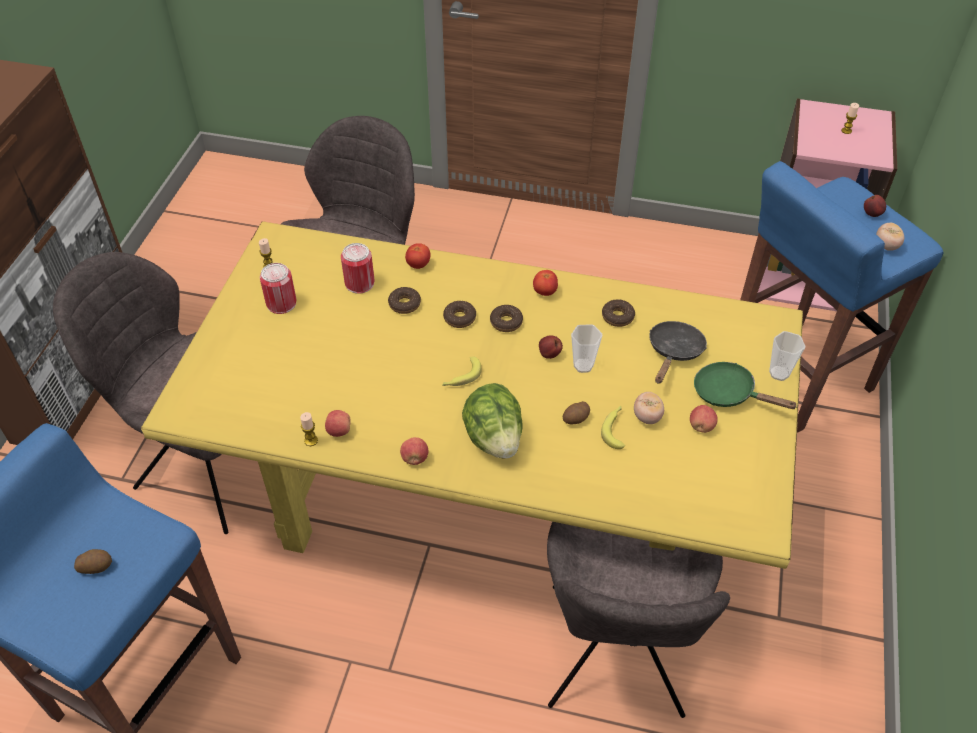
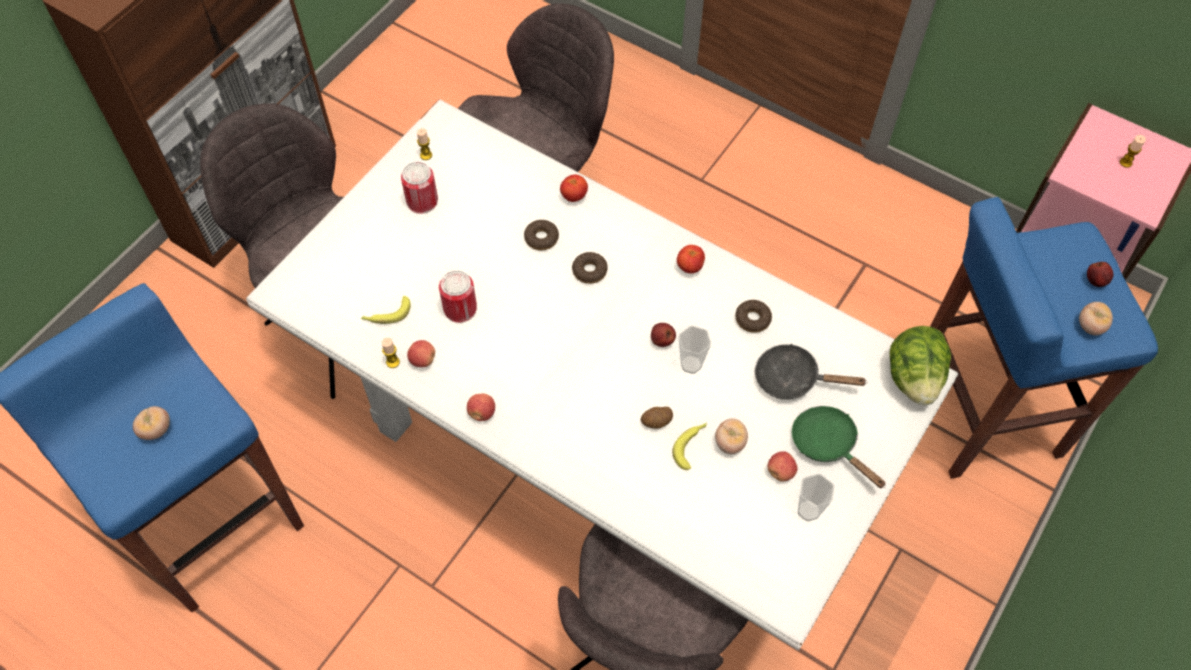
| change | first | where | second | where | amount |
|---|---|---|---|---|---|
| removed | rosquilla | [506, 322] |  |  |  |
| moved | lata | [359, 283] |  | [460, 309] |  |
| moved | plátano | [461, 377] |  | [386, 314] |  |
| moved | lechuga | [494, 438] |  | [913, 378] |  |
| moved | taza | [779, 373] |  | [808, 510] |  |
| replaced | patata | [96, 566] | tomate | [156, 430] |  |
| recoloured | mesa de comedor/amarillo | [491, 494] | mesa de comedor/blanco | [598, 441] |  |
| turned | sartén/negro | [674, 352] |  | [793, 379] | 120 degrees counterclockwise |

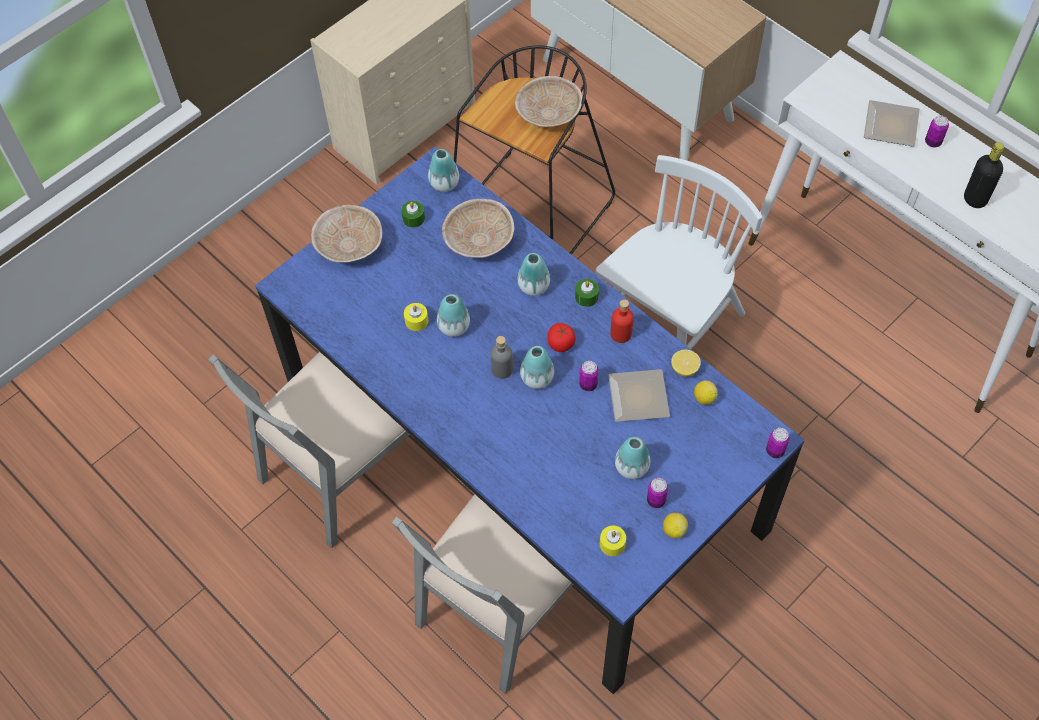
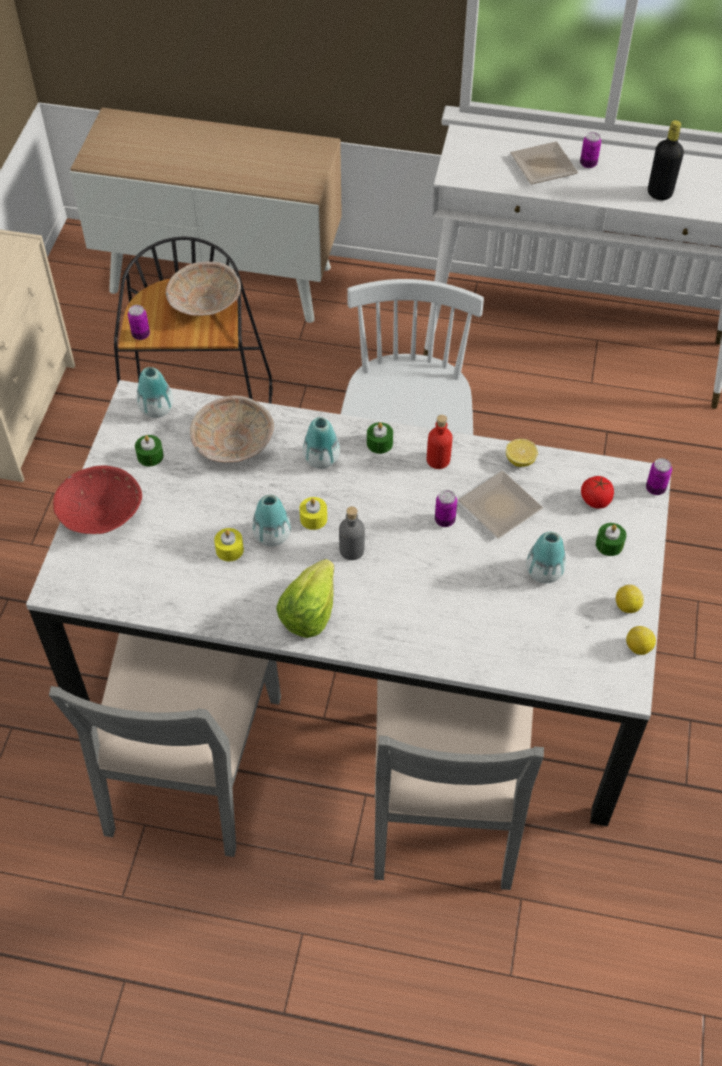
| change | first | where | second | where | amount |
|---|---|---|---|---|---|
| removed | florero | [537, 378] |  |  |  |
| added |  |  | lechuga | [309, 612] |  |
| added |  |  | vela/verde | [609, 544] |  |
| moved | tomate | [561, 343] |  | [595, 500] |  |
| moved | vela/amarillo | [612, 544] |  | [313, 518] |  |
| moved | lata | [656, 500] |  | [141, 335] |  |
| moved | limón | [704, 398] |  | [638, 647] |  |
| recoloured | mesa de comedor/azul | [524, 458] | mesa de comedor/blanco | [363, 659] |  |
| recoloured | cuenco/beis | [348, 244] | cuenco/rojo | [100, 513] |  |

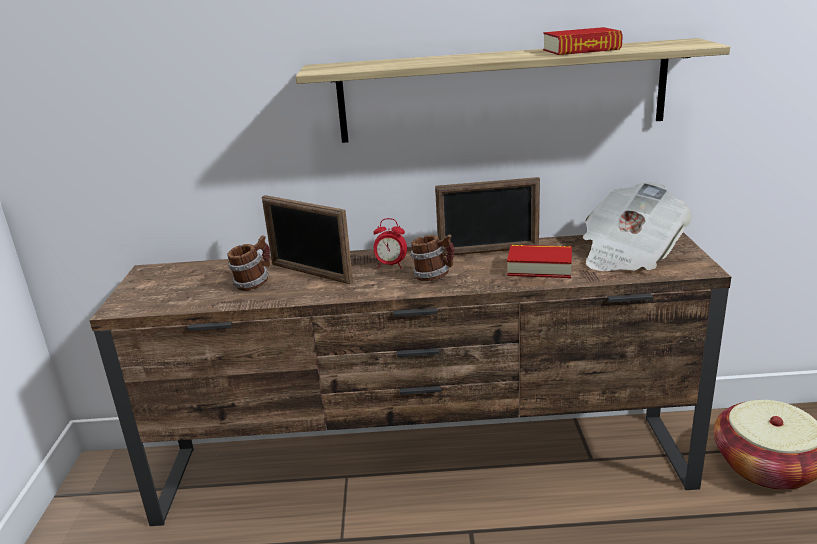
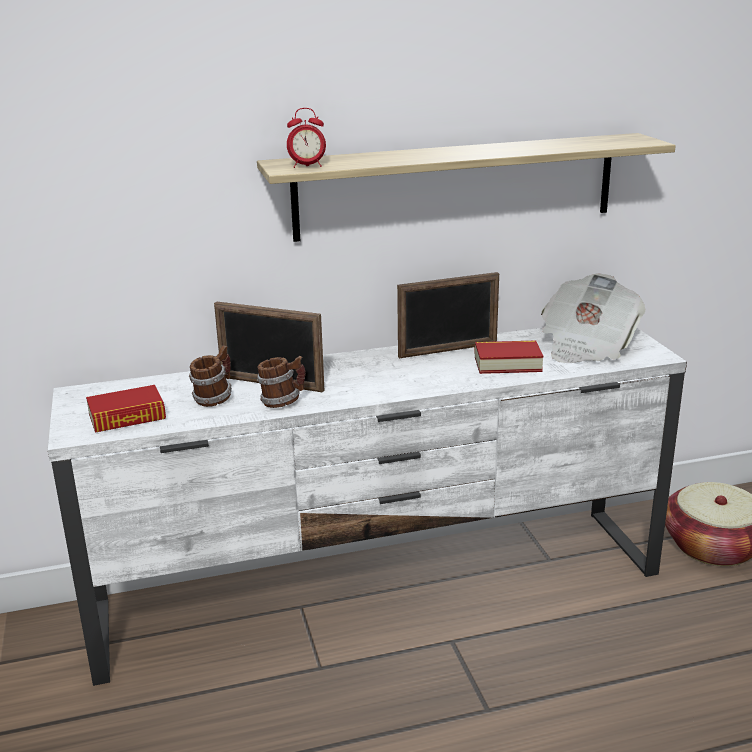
| change | first | where | second | where | amount |
|---|---|---|---|---|---|
| moved | despertador | [390, 265] |  | [307, 166] |  |
| moved | taza grande | [433, 277] |  | [283, 402] |  |
| moved | libro | [581, 50] |  | [127, 417] |  |
| recoloured | mueble de televisión/marrón | [424, 469] | mueble de televisión/blanco | [382, 589] |  |

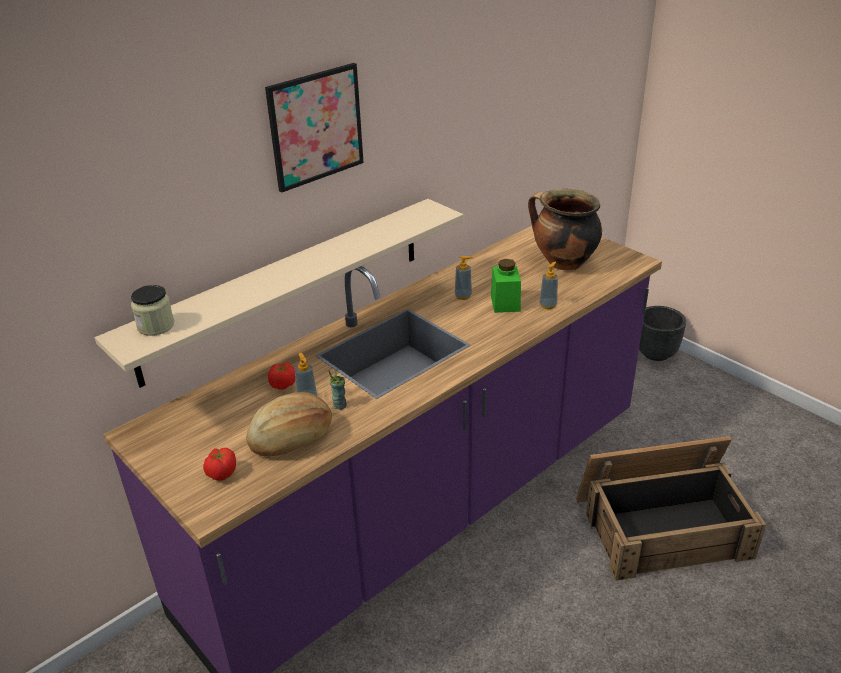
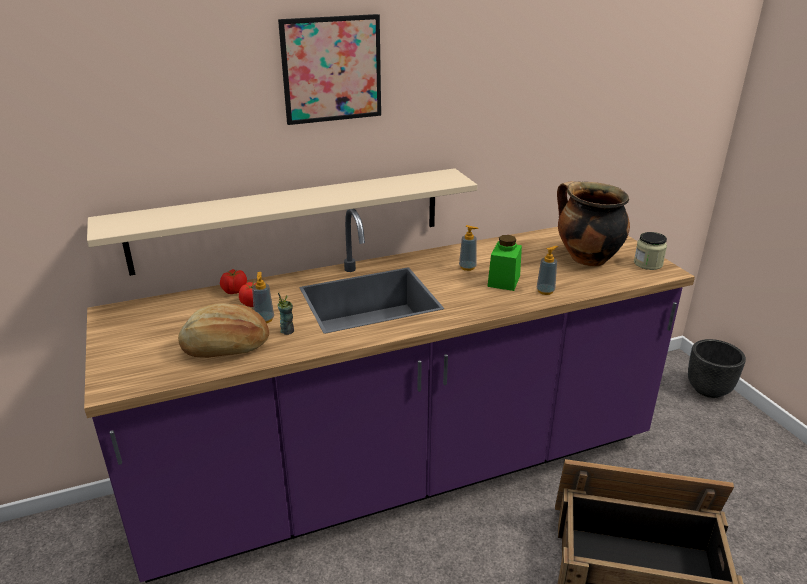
| change | first | where | second | where | amount |
|---|---|---|---|---|---|
| moved | tarro | [156, 326] |  | [648, 264] |  |
| moved | tomate | [222, 473] |  | [234, 291] |  |

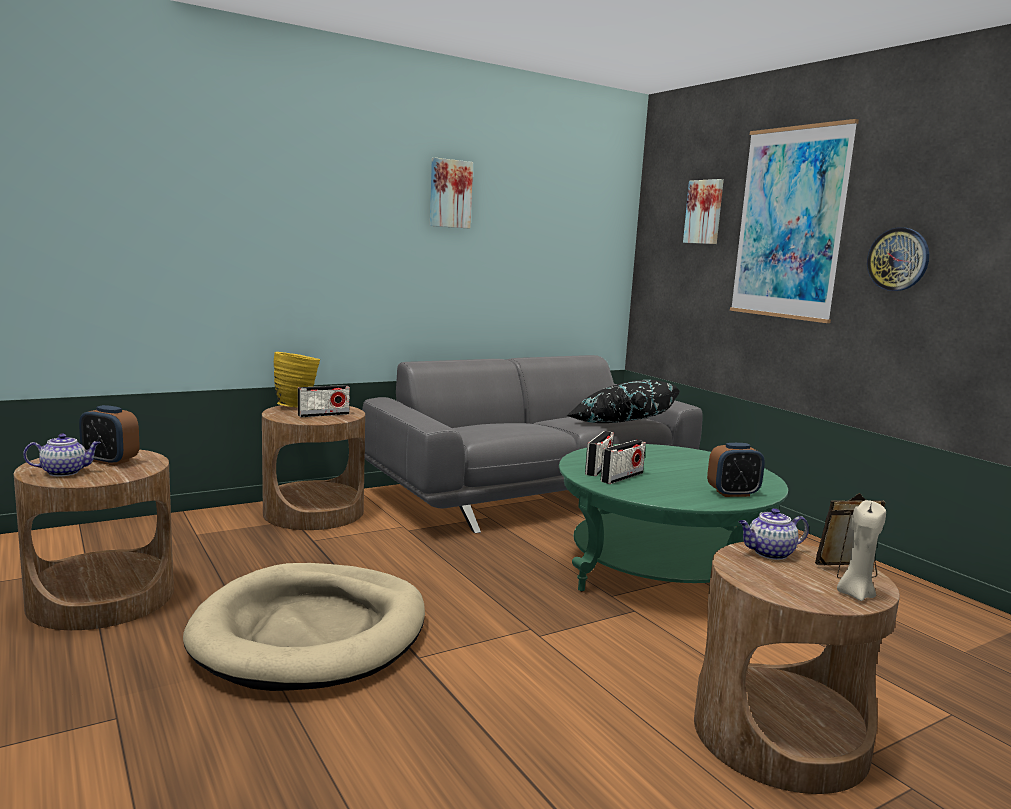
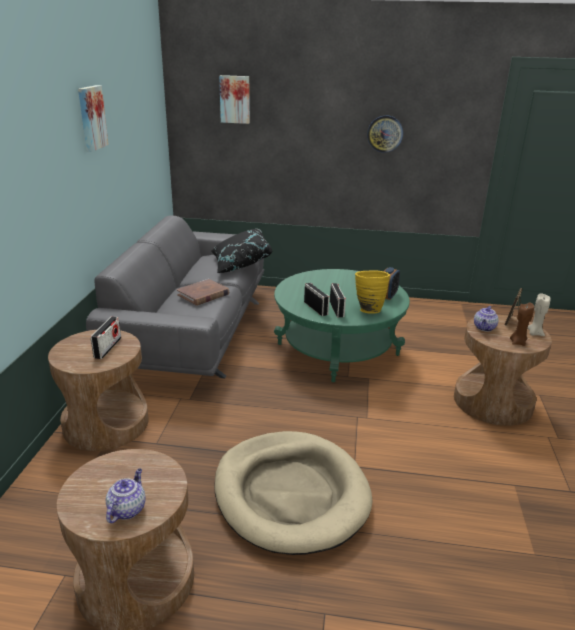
| change | first | where | second | where | amount |
|---|---|---|---|---|---|
| removed | despertador | [110, 461] |  |  |  |
| removed | cuadro | [790, 223] |  |  |  |
| added |  |  | libro/marrón | [203, 295] |  |
| added |  |  | vela/marrón | [518, 342] |  |
| moved | florero/amarillo | [297, 406] |  | [368, 309] |  |

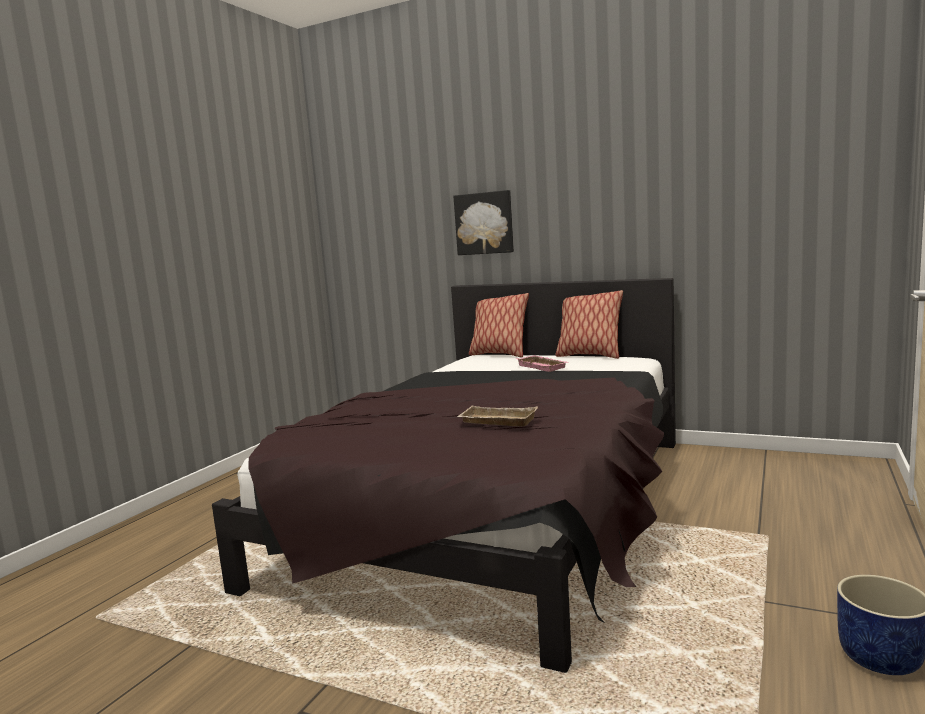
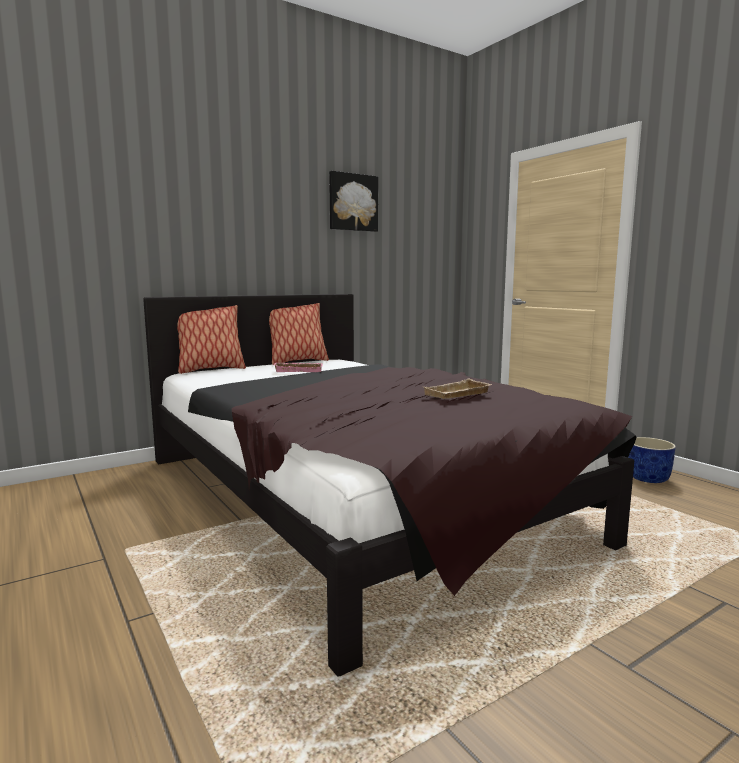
| change | first | where | second | where | amount |
|---|---|---|---|---|---|
| moved | cuadro | [484, 223] |  | [352, 202] |  |

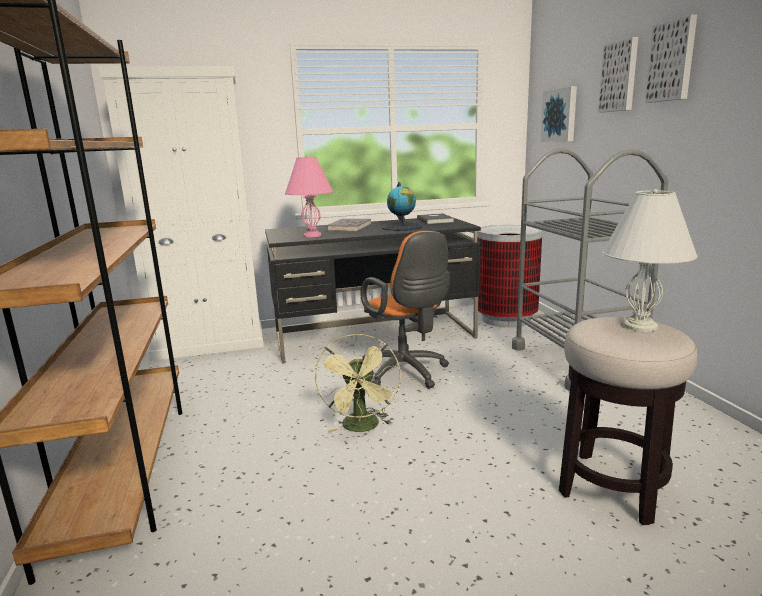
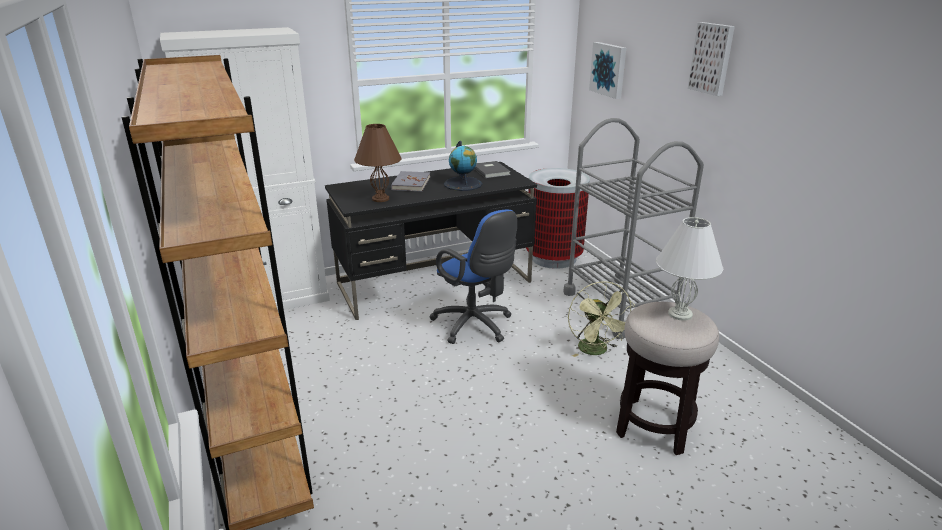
| change | first | where | second | where | amount |
|---|---|---|---|---|---|
| removed | cuadro | [620, 76] |  |  |  |
| moved | ventilador/verde | [362, 428] |  | [596, 351] |  |
| recoloured | lámpara de mesa/rosa | [311, 235] | lámpara de mesa/marrón | [380, 199] |  |
| recoloured | silla de oficina/naranja | [406, 373] | silla de oficina/azul | [475, 326] |  |

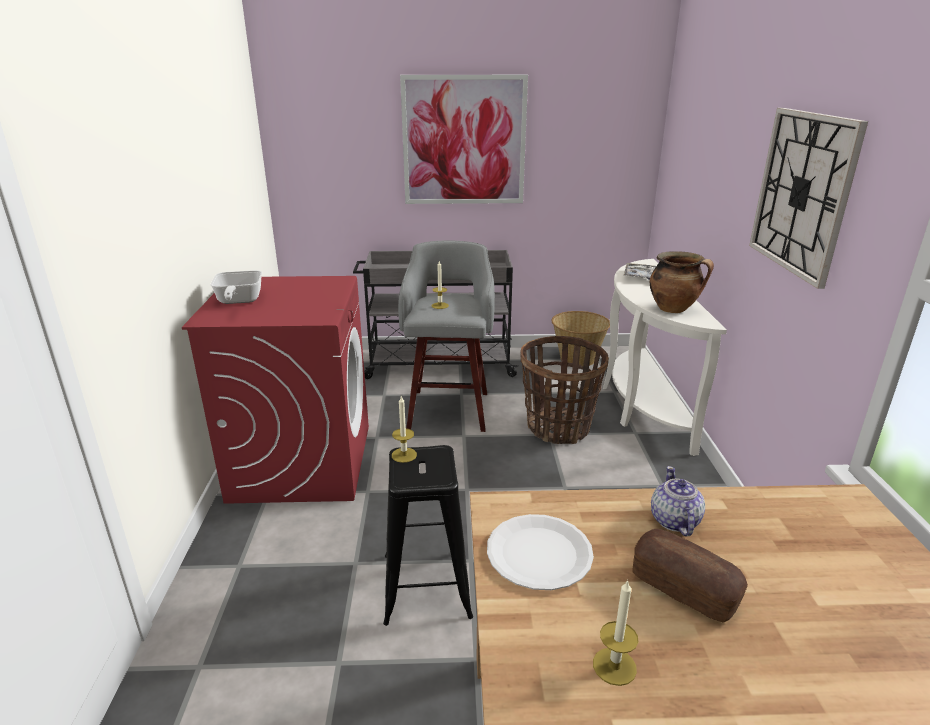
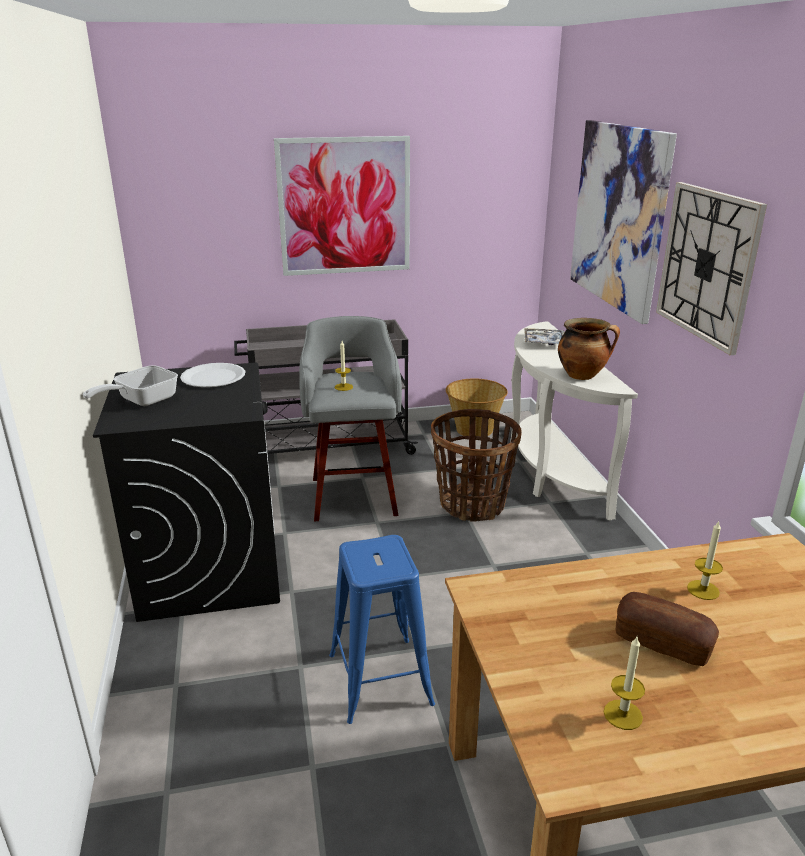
| change | first | where | second | where | amount |
|---|---|---|---|---|---|
| removed | tetera | [674, 521] |  |  |  |
| added |  |  | cuadro | [618, 217] |  |
| moved | vela | [404, 455] |  | [703, 590] |  |
| moved | plato/blanco | [539, 553] |  | [213, 377] |  |
| recoloured | lavadora/rojo | [302, 461] | lavadora/negro | [210, 567] |  |
| recoloured | taburete/negro | [426, 585] | taburete/azul | [380, 679] |  |
| turned | sartén | [238, 301] |  | [141, 401] | 60 degrees clockwise |

